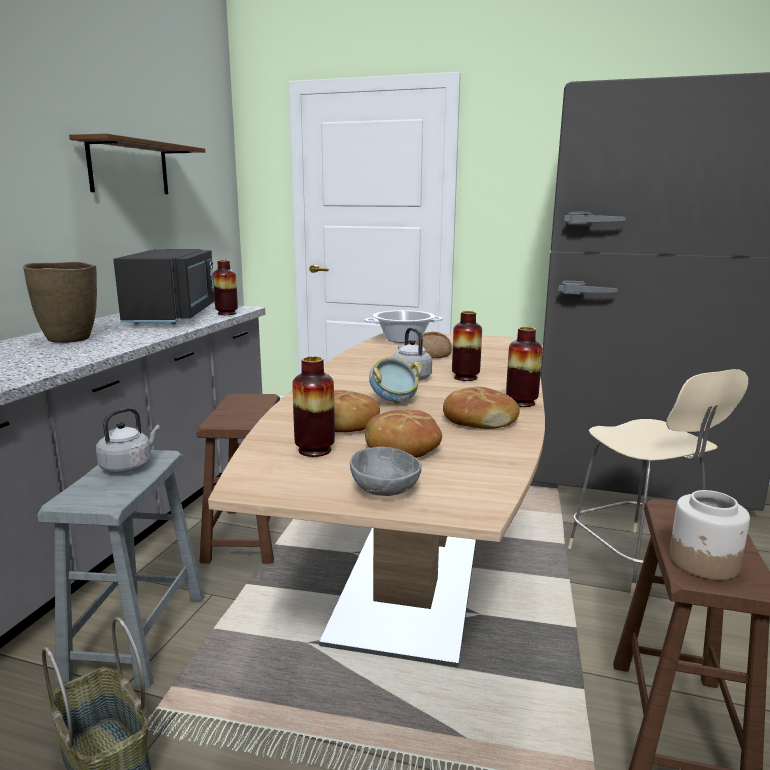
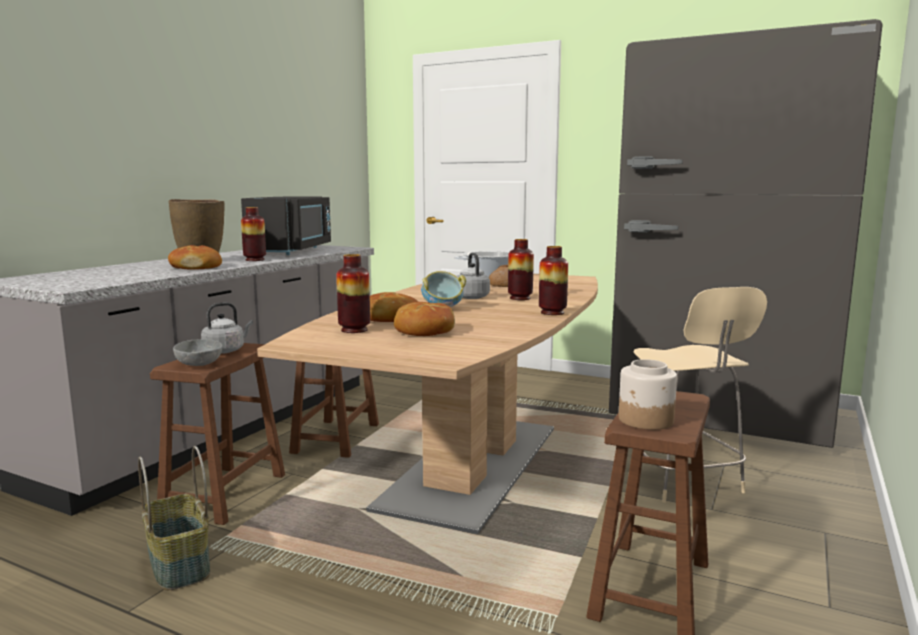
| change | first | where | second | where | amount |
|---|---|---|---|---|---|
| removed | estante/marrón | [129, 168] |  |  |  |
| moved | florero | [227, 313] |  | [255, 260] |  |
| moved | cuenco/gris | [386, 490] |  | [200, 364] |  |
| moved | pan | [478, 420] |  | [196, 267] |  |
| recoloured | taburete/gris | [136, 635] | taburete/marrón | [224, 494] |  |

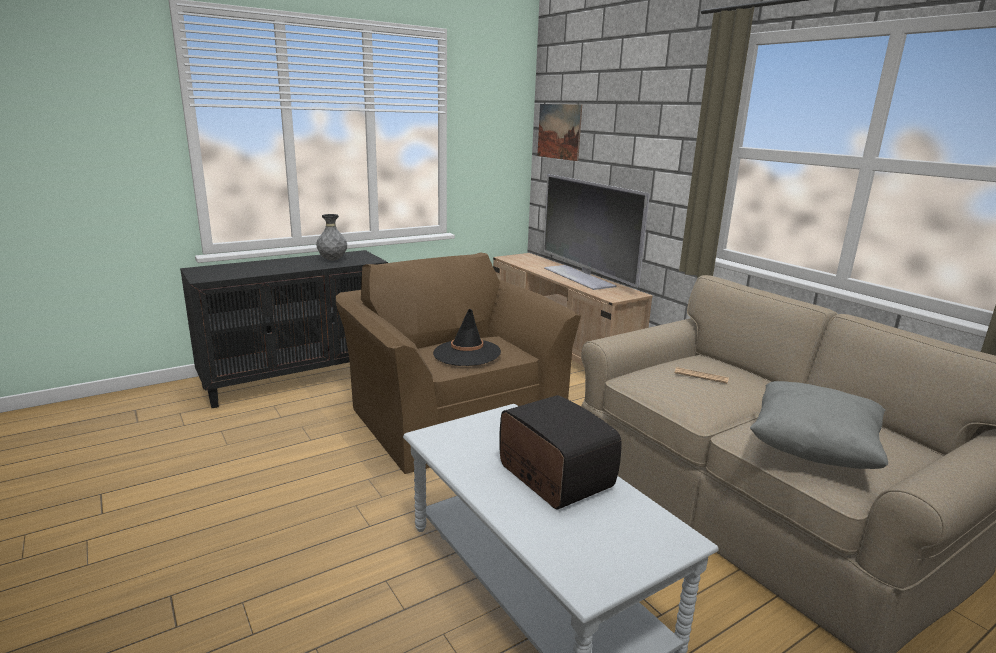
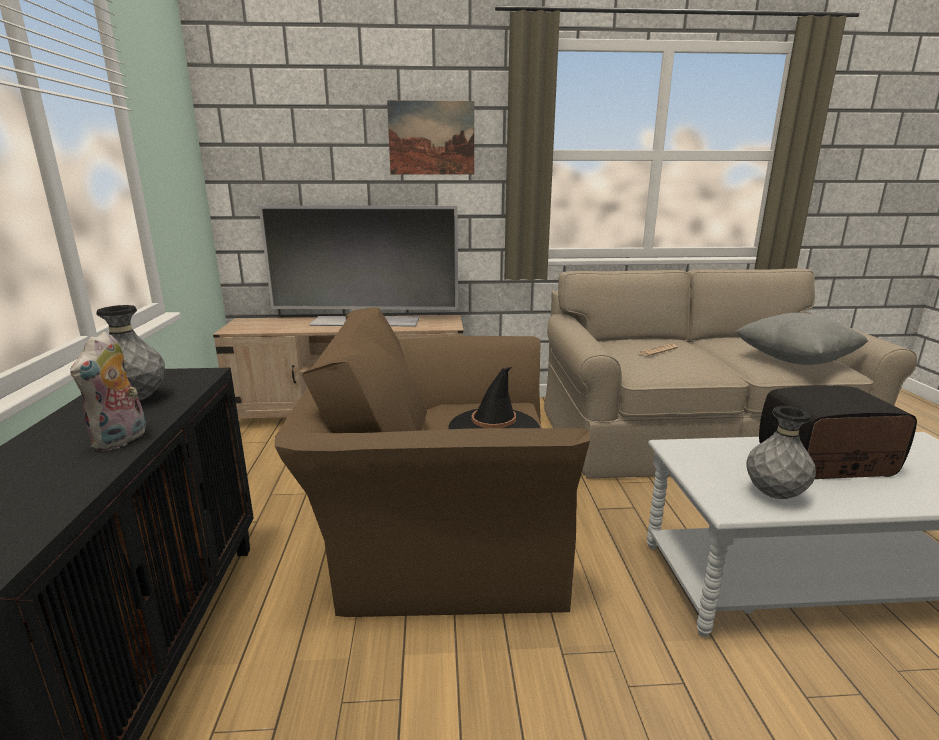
| change | first | where | second | where | amount |
|---|---|---|---|---|---|
| added |  |  | peluche | [122, 440] |  |
| added |  |  | florero/gris | [774, 495] |  |
| moved | cuadro | [559, 131] |  | [431, 138] |  |

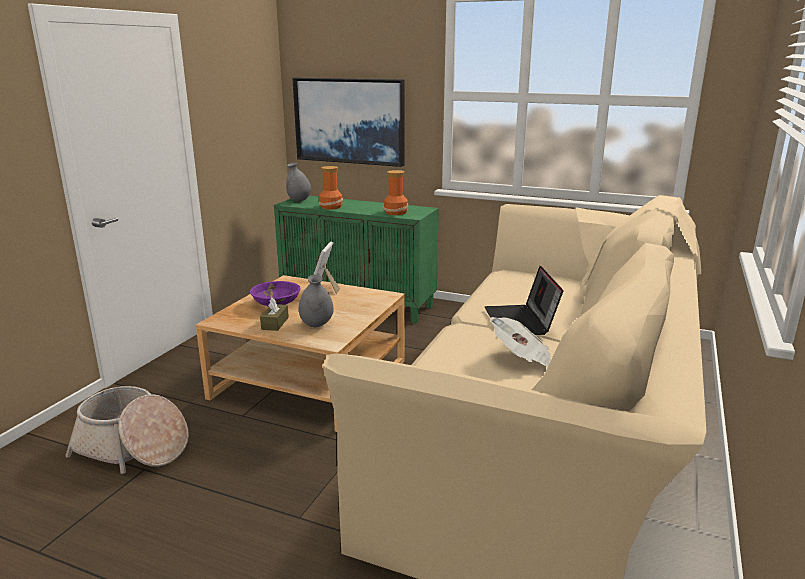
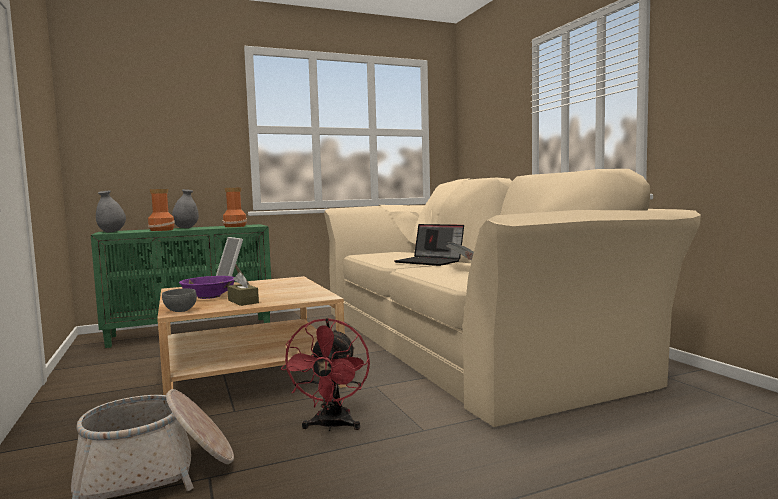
| change | first | where | second | where | amount |
|---|---|---|---|---|---|
| removed | cuadro | [349, 121] |  |  |  |
| added |  |  | cuenco/gris | [180, 311] |  |
| added |  |  | ventilador/rojo | [331, 426] |  |
| moved | florero/gris | [316, 325] |  | [186, 228] |  |

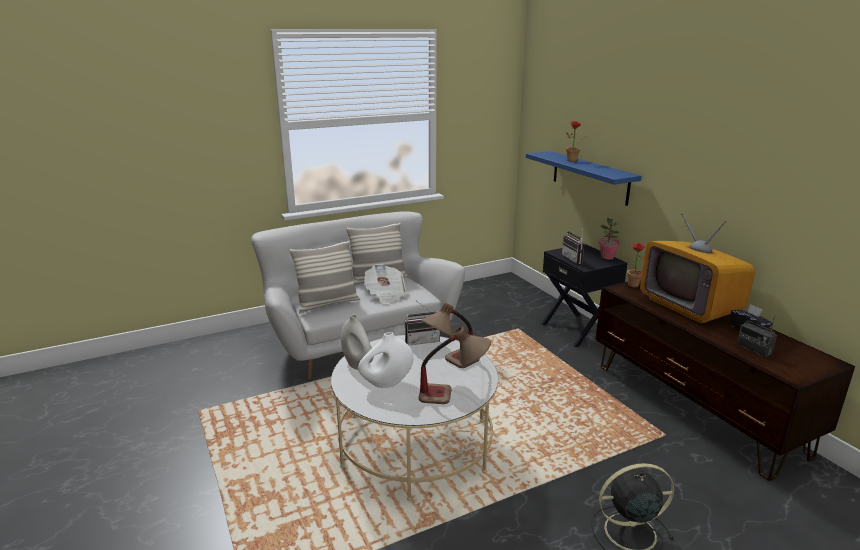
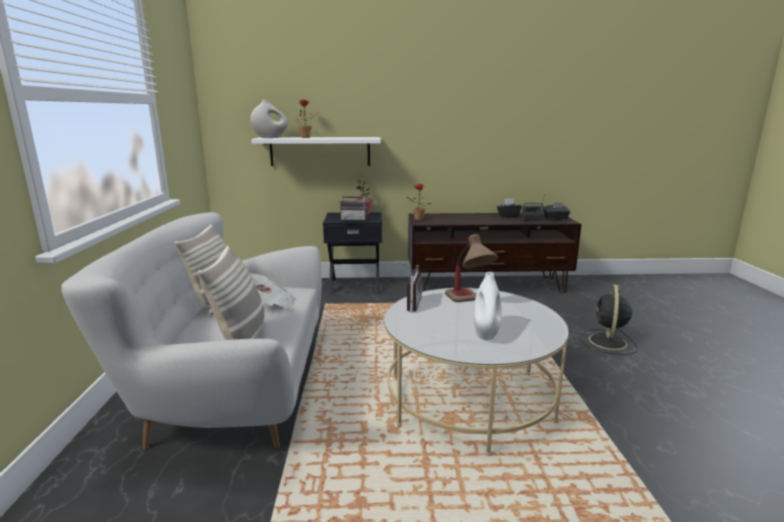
| change | first | where | second | where | amount |
|---|---|---|---|---|---|
| removed | lámpara de mesa | [453, 396] |  |  |  |
| removed | televisor | [690, 306] |  |  |  |
| added |  |  | caja de pañuelos/negro | [556, 219] |  |
| moved | florero/blanco | [358, 364] |  | [270, 138] |  |
| recoloured | estante/azul | [590, 177] | estante/blanco | [320, 151] |  |

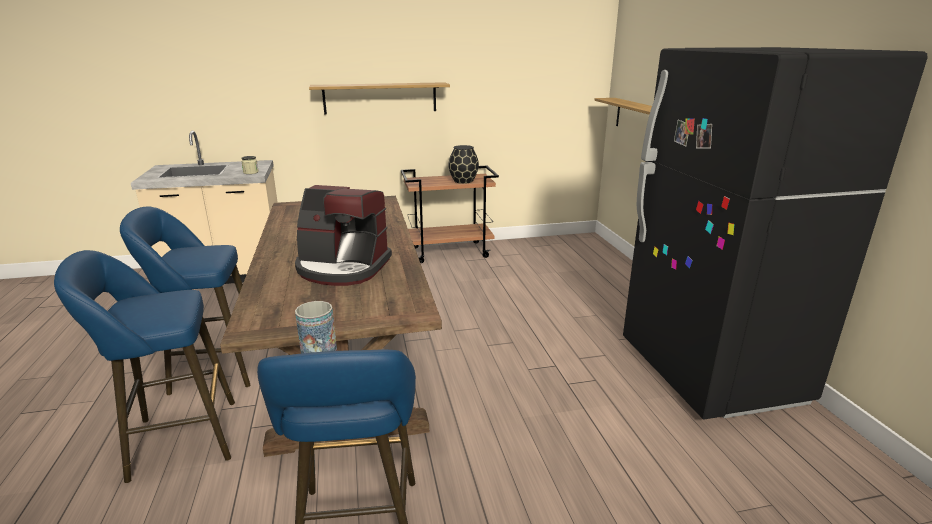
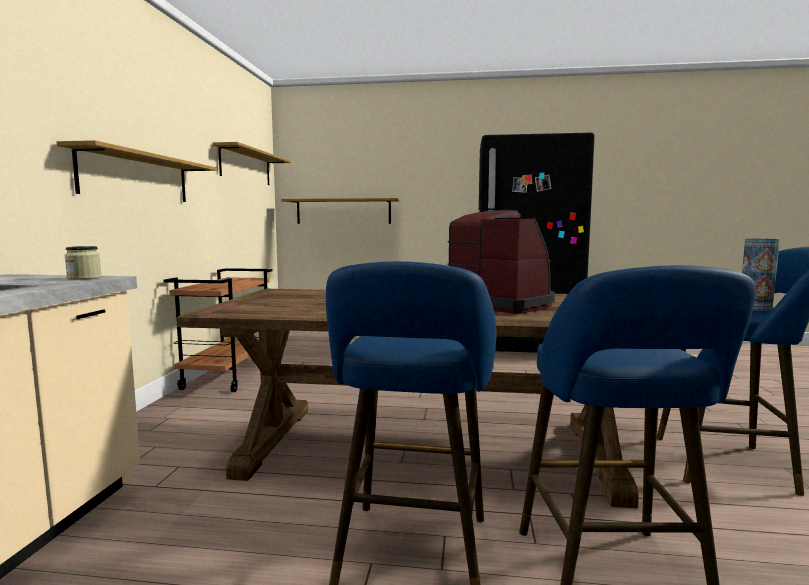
| change | first | where | second | where | amount |
|---|---|---|---|---|---|
| removed | florero/negro | [463, 181] |  |  |  |
| added |  |  | estante | [246, 166] |  |
| turned | cafetera | [342, 268] |  | [502, 304] | 75 degrees counterclockwise |

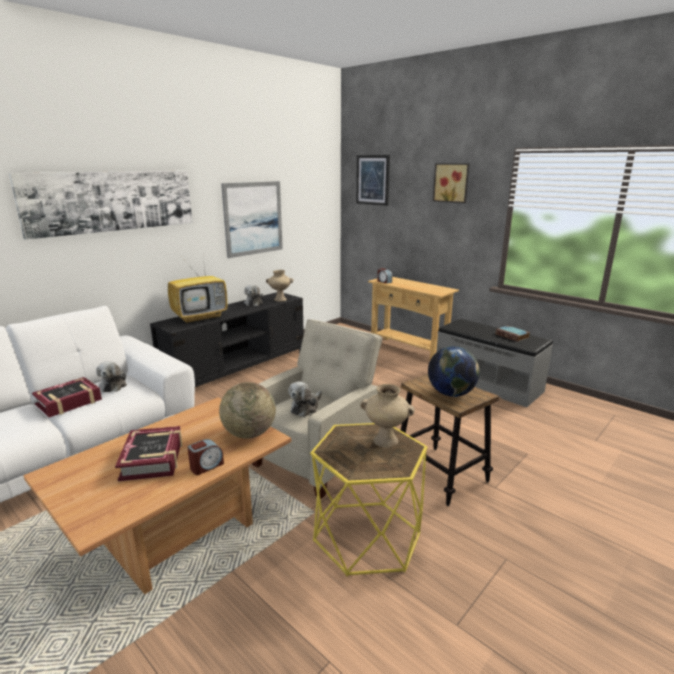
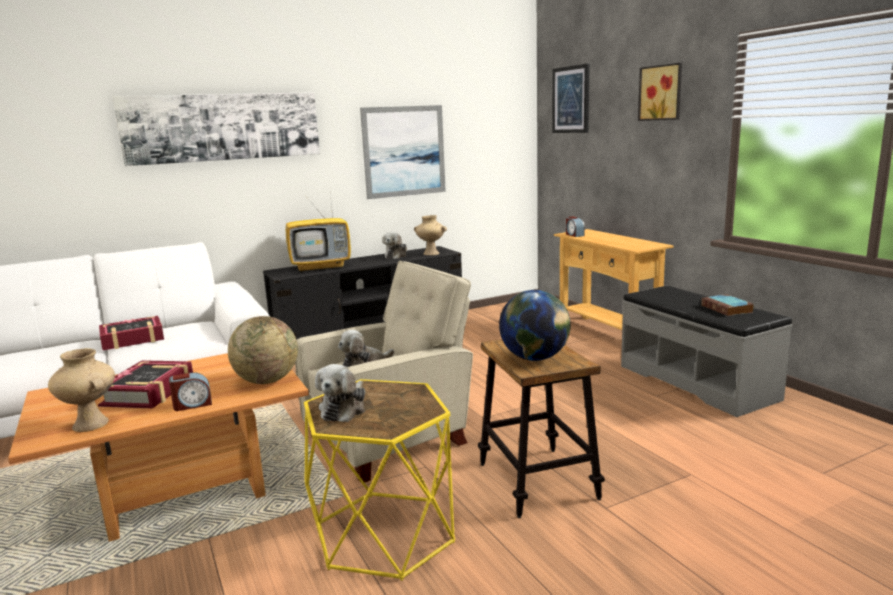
| change | first | where | second | where | amount |
|---|---|---|---|---|---|
| moved | peluche | [114, 385] |  | [344, 409] |  |
| moved | florero/beis | [386, 440] |  | [92, 424] |  |

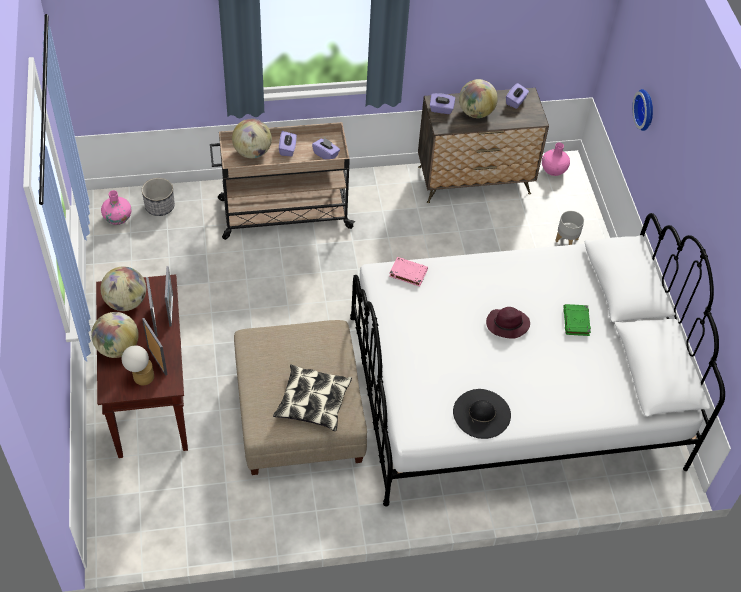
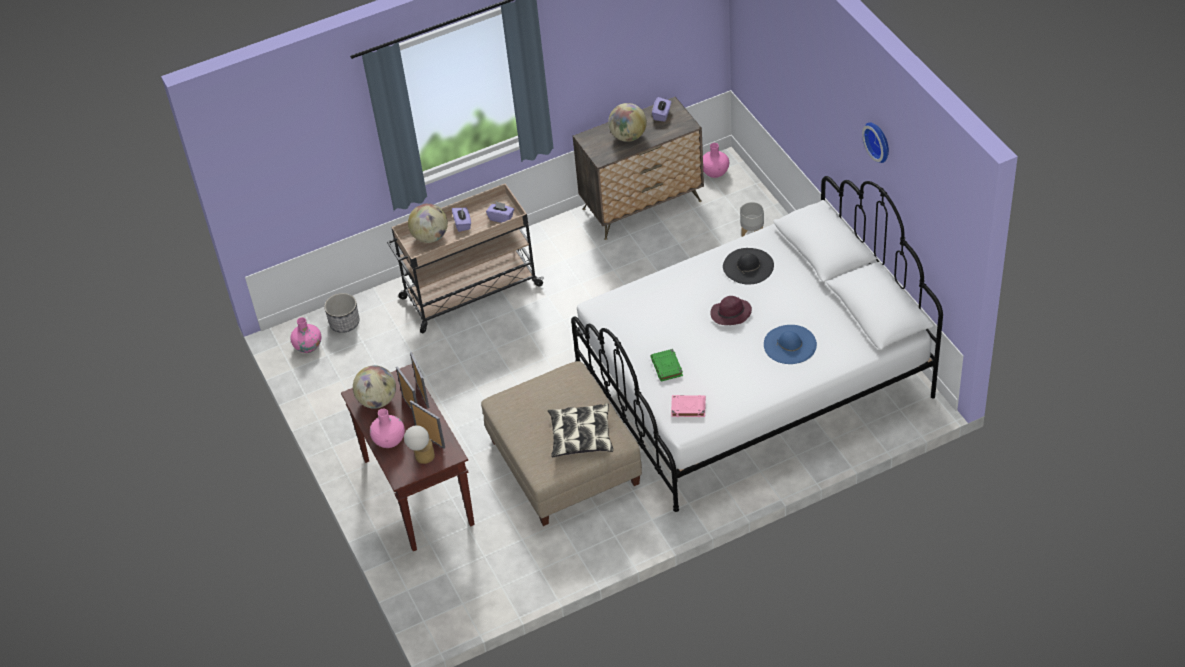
| change | first | where | second | where | amount |
|---|---|---|---|---|---|
| removed | caja de pañuelos/morado | [441, 109] |  |  |  |
| added |  |  | sombrero/azul | [790, 344] |  |
| moved | libro/rosa | [407, 273] |  | [688, 408] |  |
| moved | sombrero/negro | [481, 413] |  | [748, 266] |  |
| moved | libro/verde | [576, 322] |  | [667, 367] |  |
| moved | reloj de pared | [646, 109] |  | [879, 141] |  |
| replaced | globo terráqueo | [117, 348] | florero/rosa | [389, 440] |  |

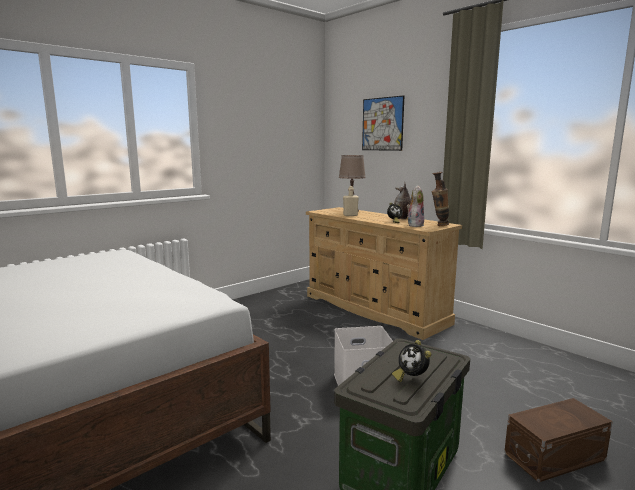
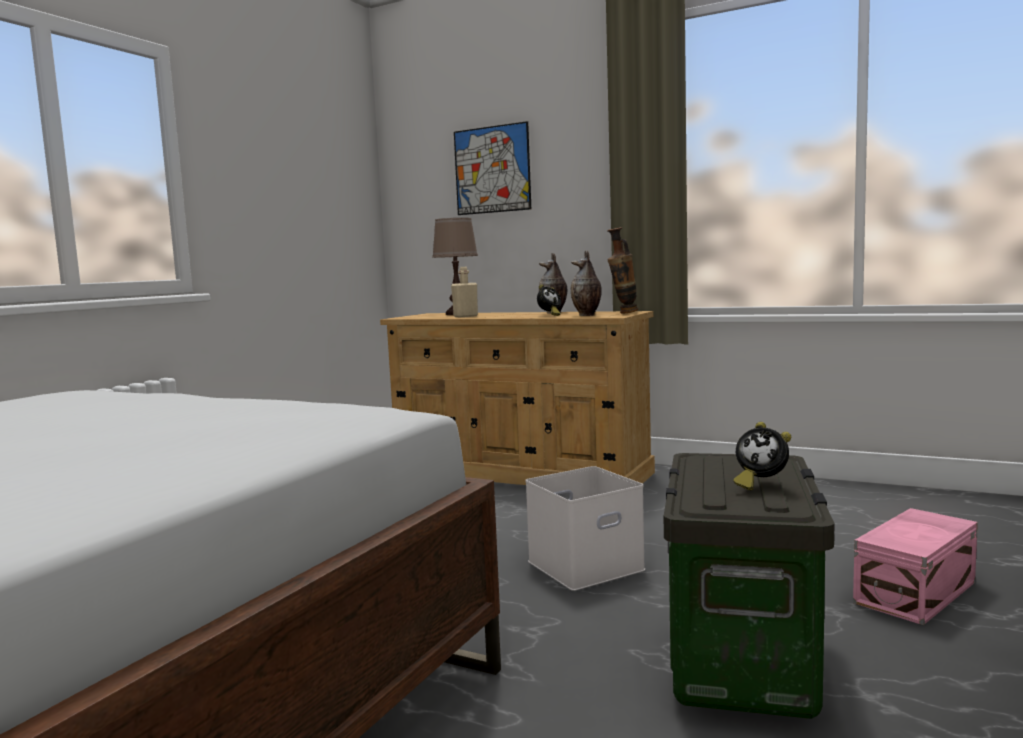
| change | first | where | second | where | amount |
|---|---|---|---|---|---|
| replaced | peluche | [414, 225] | florero | [587, 315] |  |
| recoloured | caja de almacenaje/marrón | [556, 457] | caja de almacenaje/rosa | [918, 592] |  |

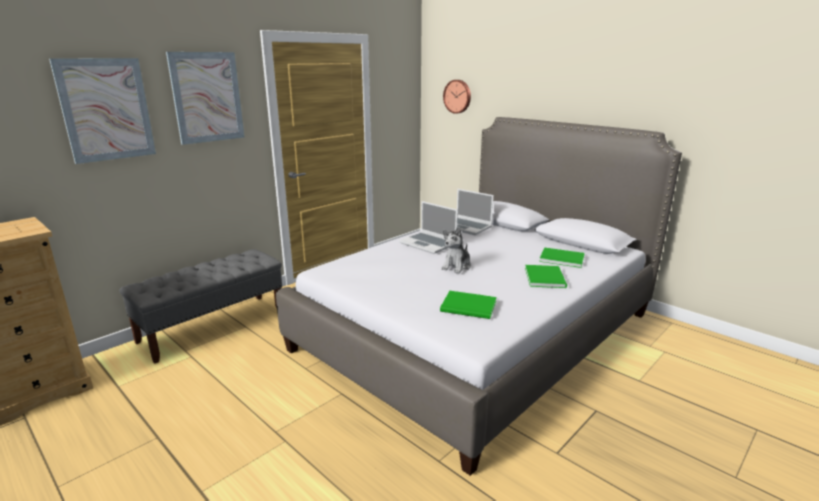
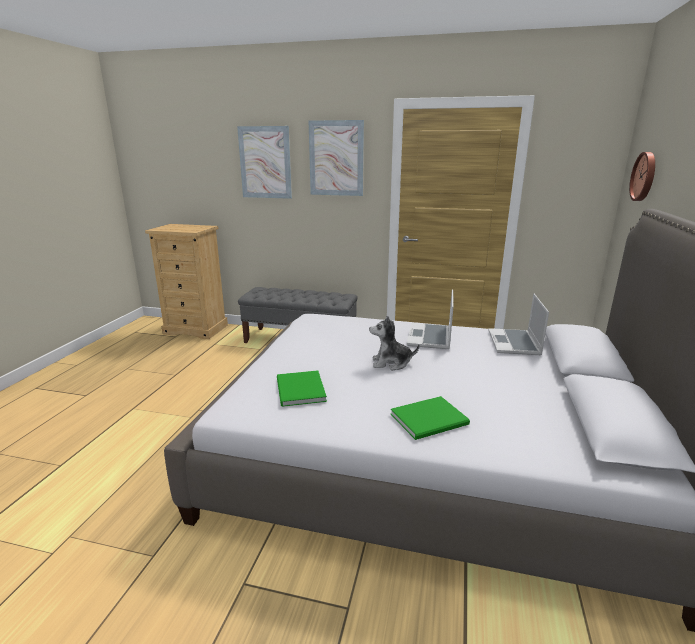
| change | first | where | second | where | amount |
|---|---|---|---|---|---|
| removed | libro/verde | [560, 258] |  |  |  |

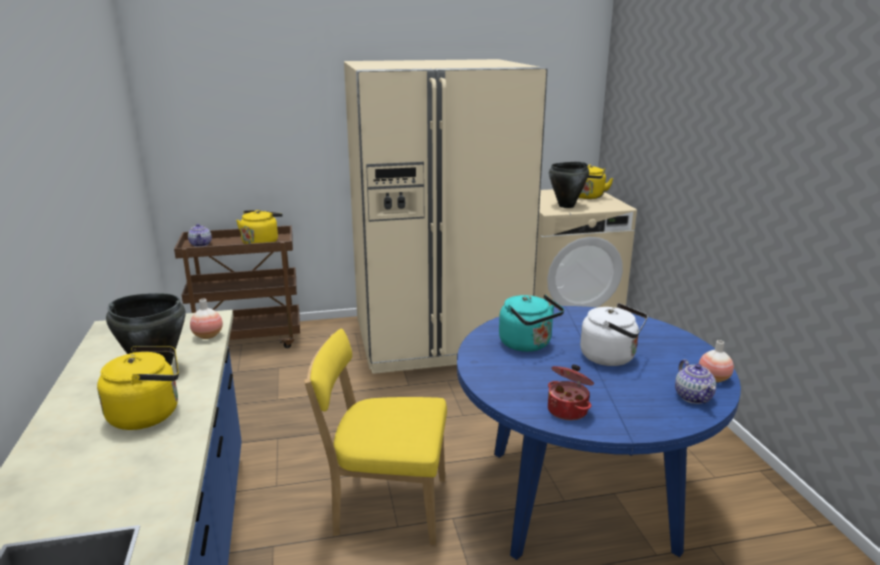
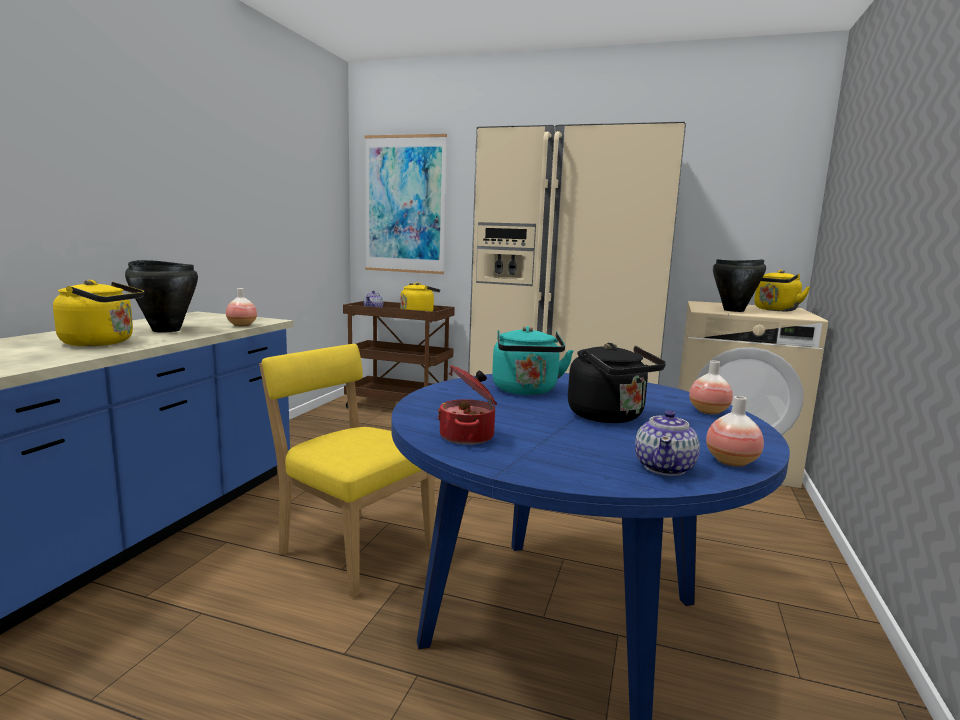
| change | first | where | second | where | amount |
|---|---|---|---|---|---|
| added |  |  | cuadro | [405, 205] |  |
| added |  |  | florero | [708, 411] |  |
| recoloured | hervidor/blanco | [611, 357] | hervidor/negro | [609, 417] |  |

